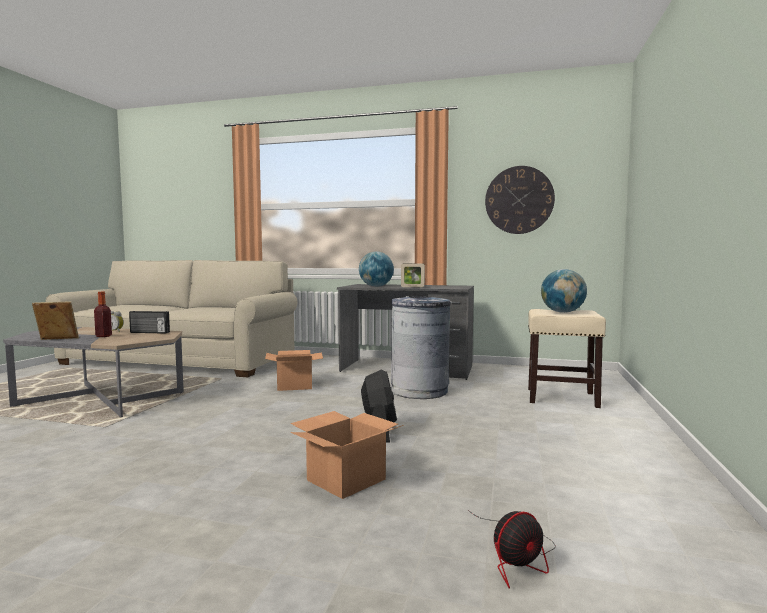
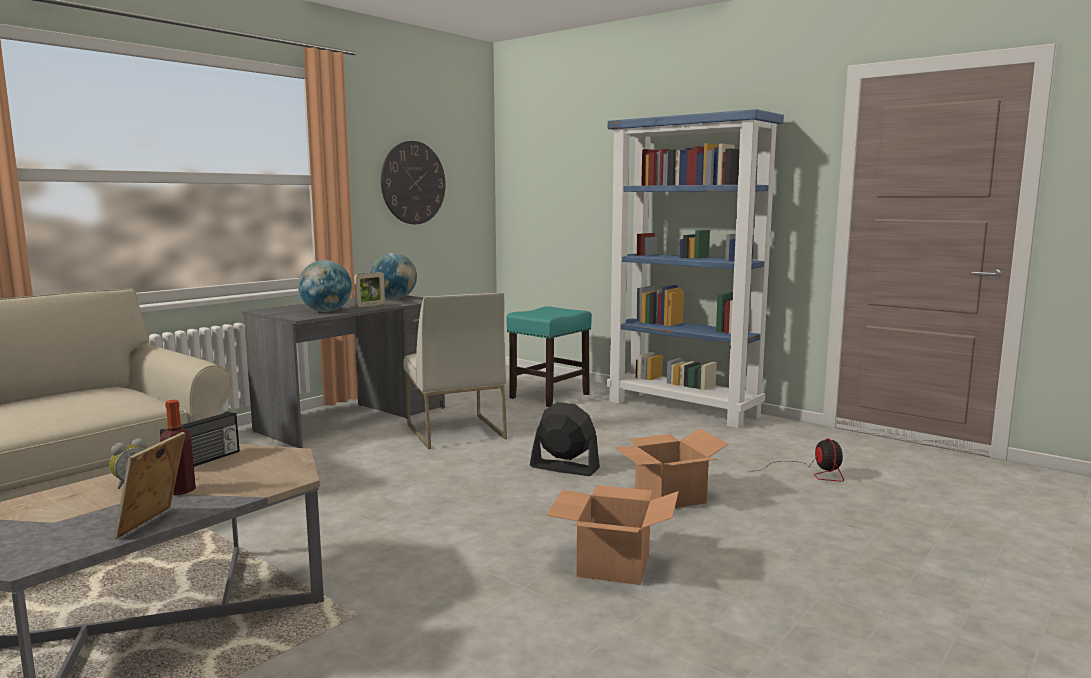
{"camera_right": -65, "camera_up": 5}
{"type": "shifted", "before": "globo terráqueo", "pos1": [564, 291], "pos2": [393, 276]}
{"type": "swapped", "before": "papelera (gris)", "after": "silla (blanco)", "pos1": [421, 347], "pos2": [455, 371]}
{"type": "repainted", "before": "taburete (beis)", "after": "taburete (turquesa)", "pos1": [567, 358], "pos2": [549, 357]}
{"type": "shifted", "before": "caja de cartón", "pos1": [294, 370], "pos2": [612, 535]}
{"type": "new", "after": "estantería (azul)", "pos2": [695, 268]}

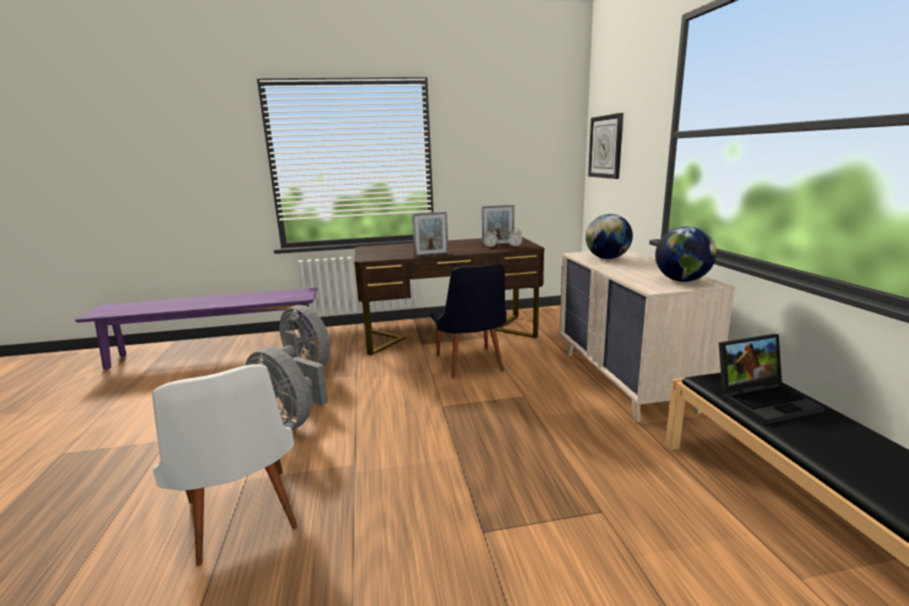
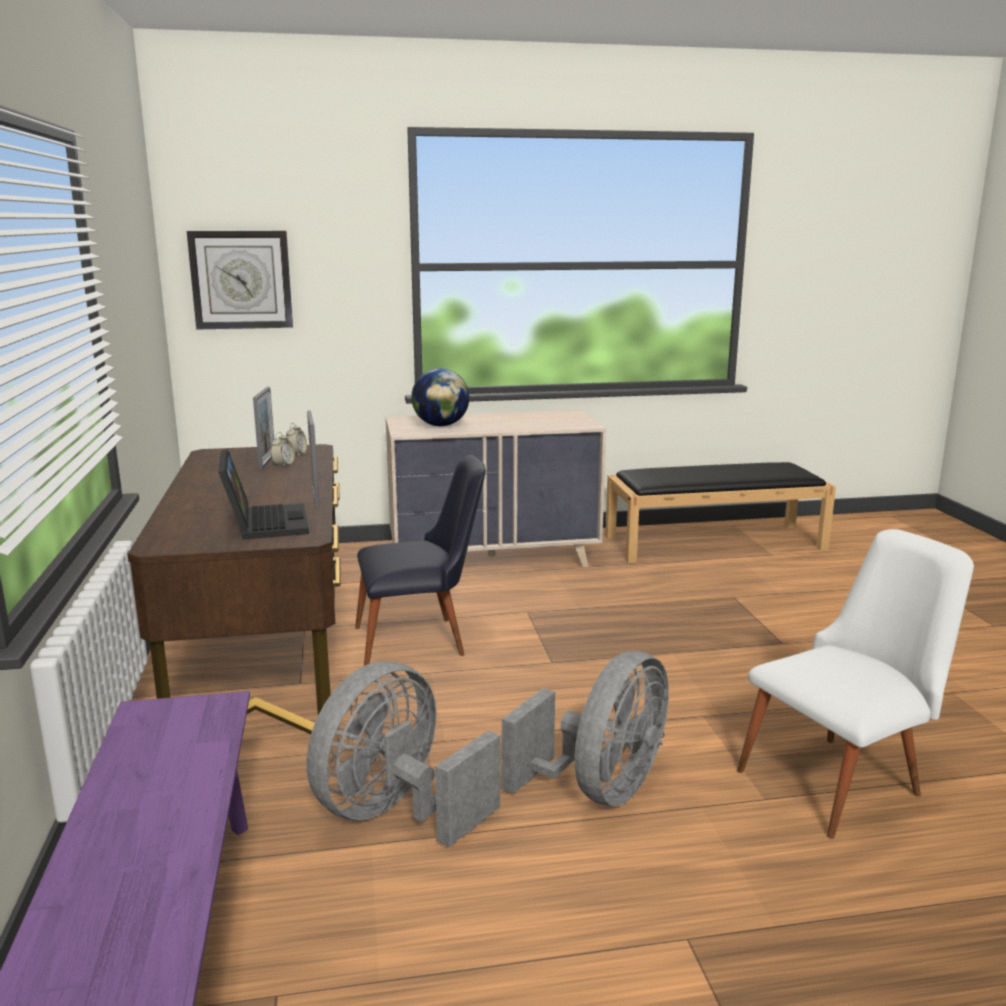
{"camera_right": -90, "camera_up": 0}
{"type": "shifted", "before": "portátil", "pos1": [772, 379], "pos2": [263, 494]}
{"type": "gone", "before": "globo terráqueo", "pos1": [685, 254]}

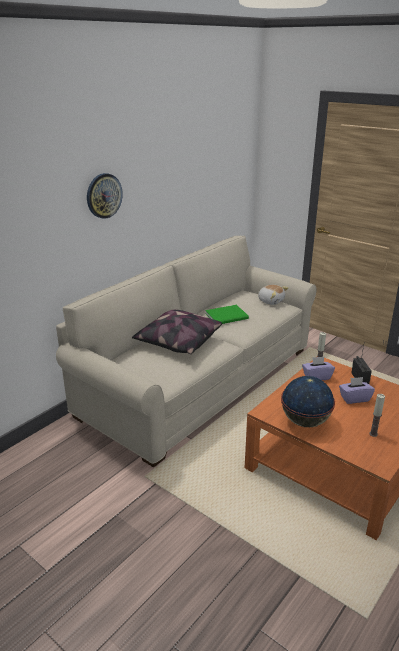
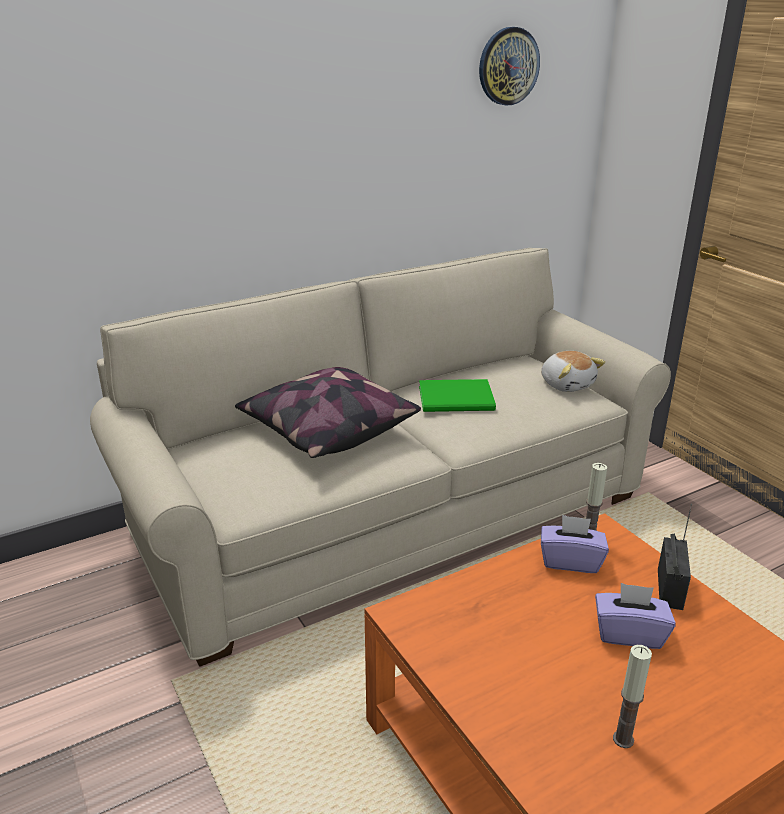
{"camera_right": 20, "camera_up": 0}
{"type": "shifted", "before": "reloj de pared", "pos1": [105, 196], "pos2": [509, 66]}
{"type": "gone", "before": "globo terráqueo", "pos1": [308, 402]}

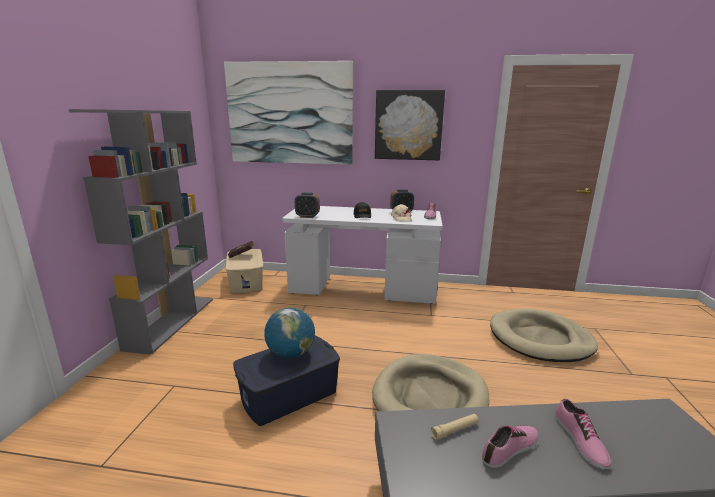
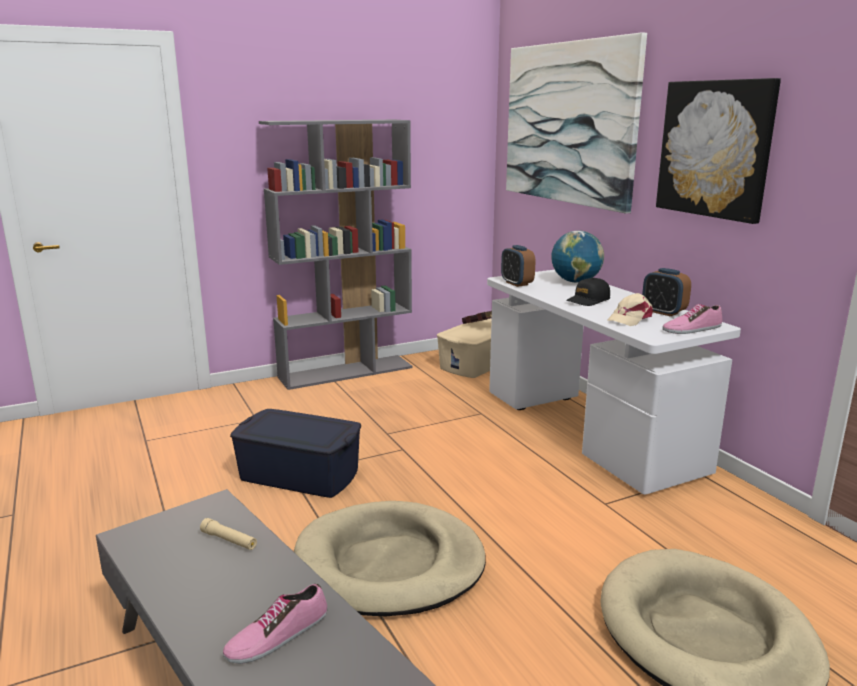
{"camera_right": 55, "camera_up": 0}
{"type": "shifted", "before": "globo terráqueo", "pos1": [289, 332], "pos2": [577, 256]}
{"type": "gone", "before": "zapato", "pos1": [510, 446]}

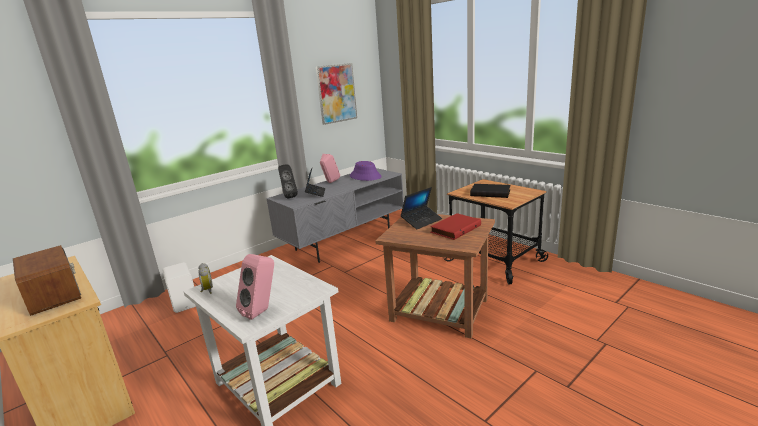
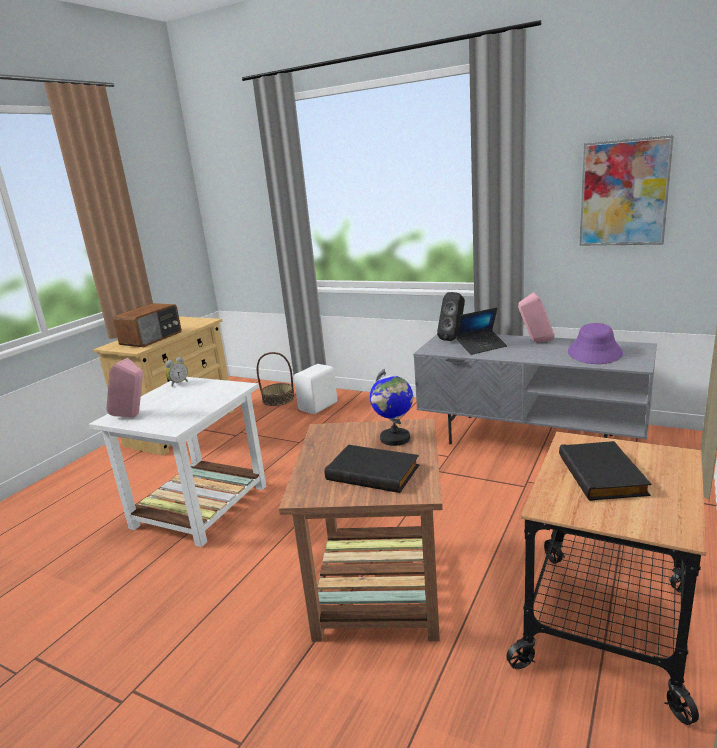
{"camera_right": 70, "camera_up": 0}
{"type": "new", "after": "cesta", "pos2": [275, 379]}
{"type": "repainted", "before": "libro (rojo)", "after": "libro (negro)", "pos1": [455, 226], "pos2": [372, 469]}
{"type": "swapped", "before": "portátil", "after": "globo terráqueo", "pos1": [421, 208], "pos2": [391, 407]}

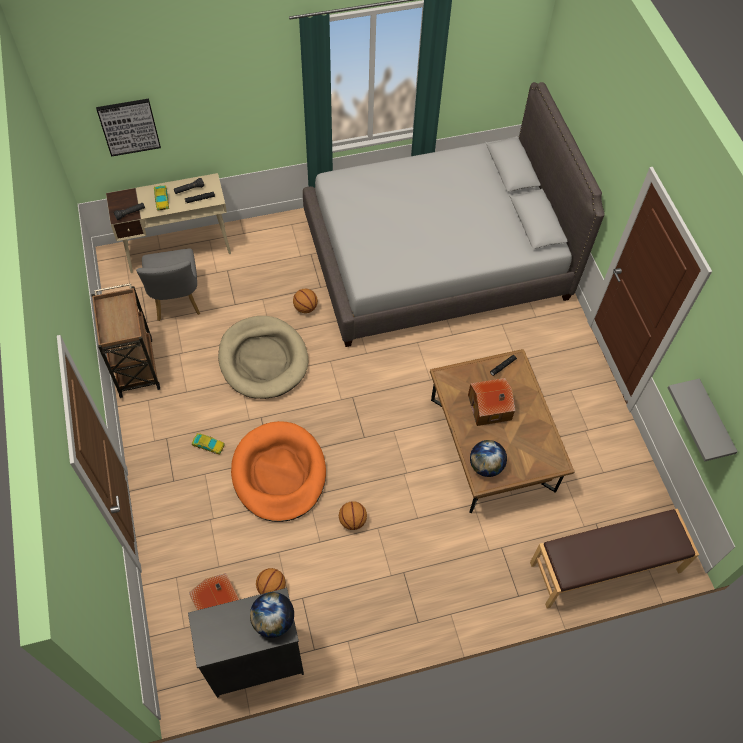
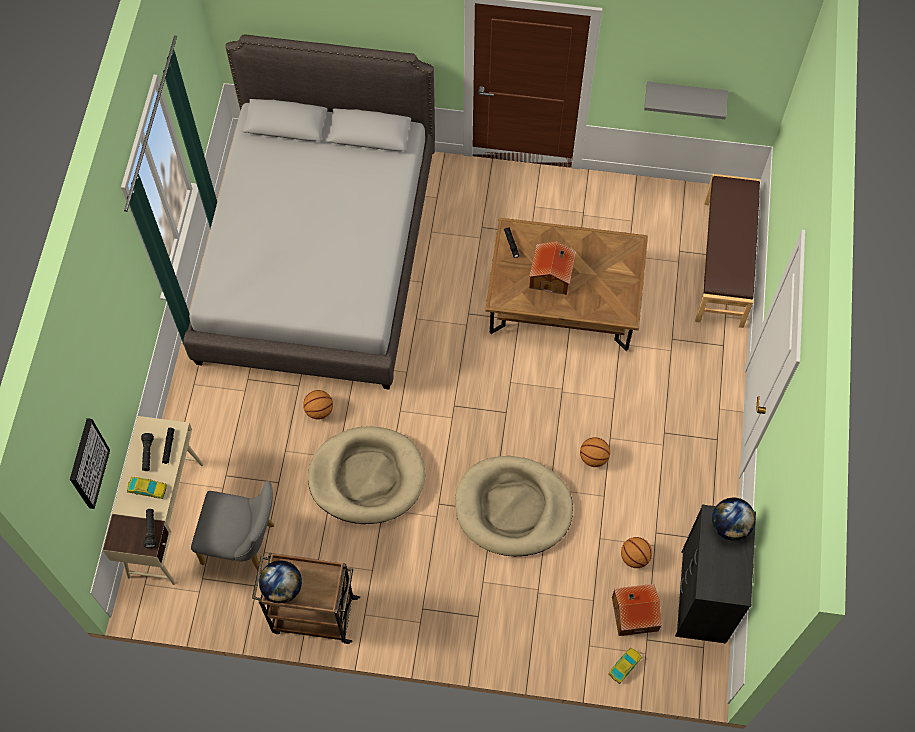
{"camera_right": -65, "camera_up": 5}
{"type": "shifted", "before": "globo terráqueo", "pos1": [488, 458], "pos2": [280, 581]}
{"type": "repainted", "before": "cama para perro (naranja)", "after": "cama para perro (beis)", "pos1": [278, 471], "pos2": [514, 506]}
{"type": "shifted", "before": "coche de juguete", "pos1": [208, 444], "pos2": [625, 666]}

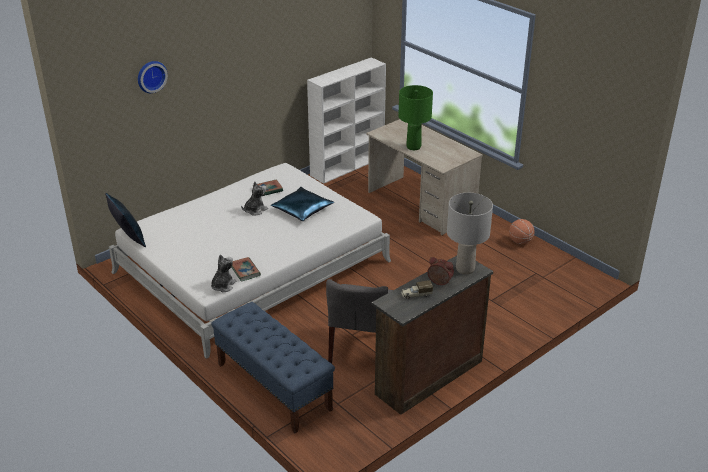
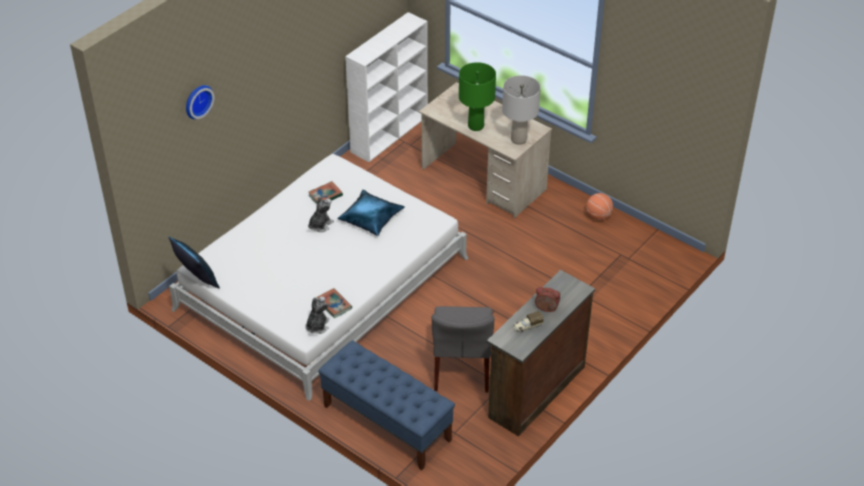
{"camera_right": -10, "camera_up": 10}
{"type": "shifted", "before": "lámpara de mesa (gris)", "pos1": [470, 234], "pos2": [521, 110]}

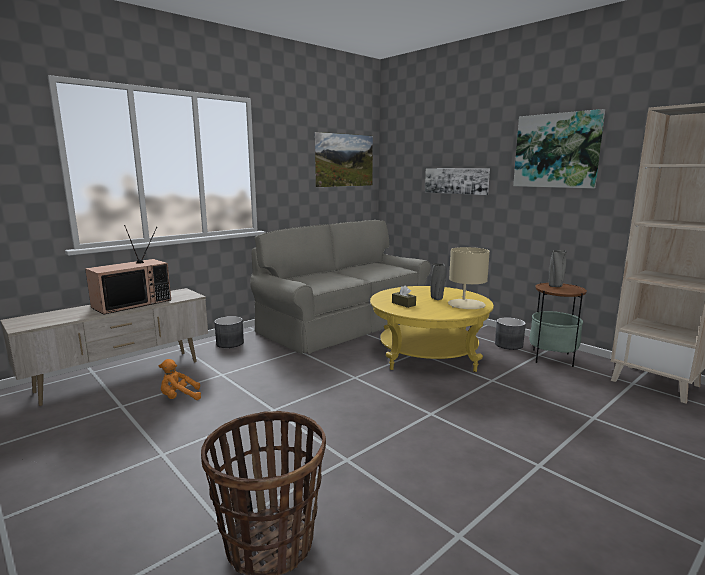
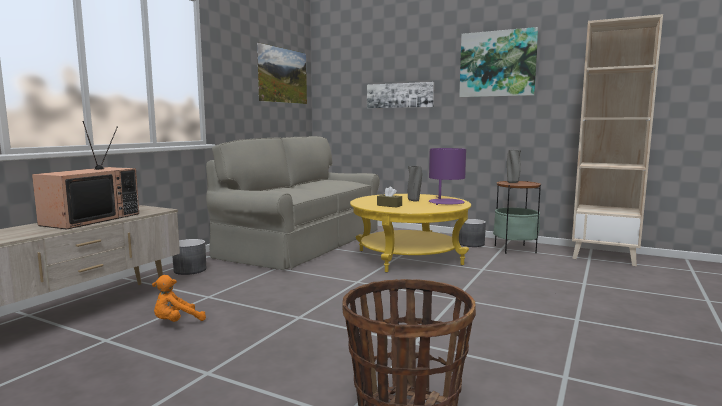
{"camera_right": -20, "camera_up": -5}
{"type": "repainted", "before": "lámpara de mesa (beis)", "after": "lámpara de mesa (morado)", "pos1": [469, 278], "pos2": [447, 176]}

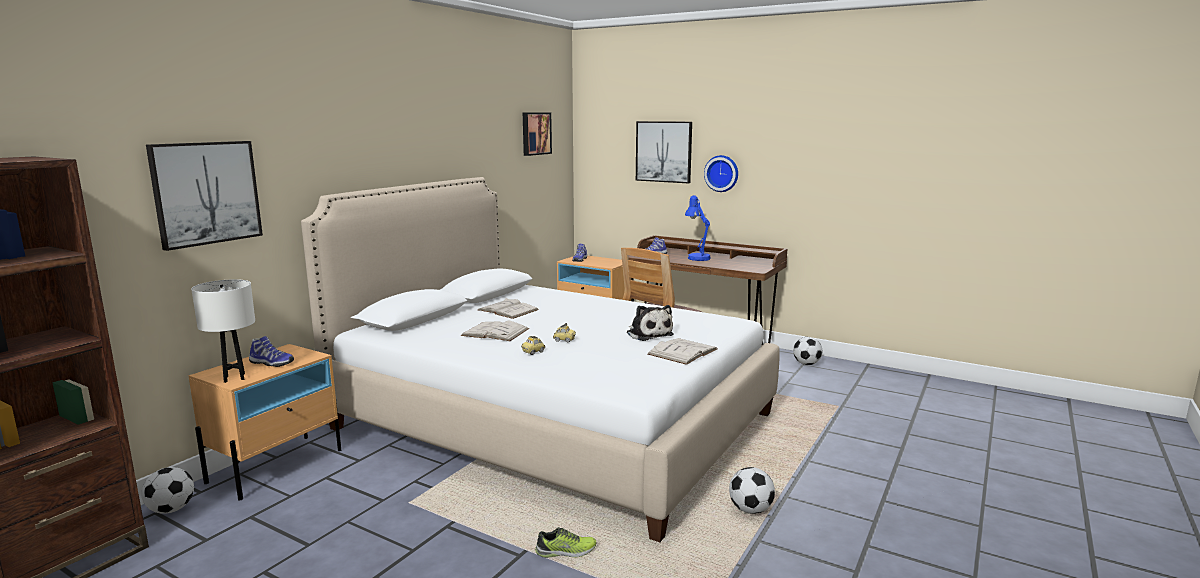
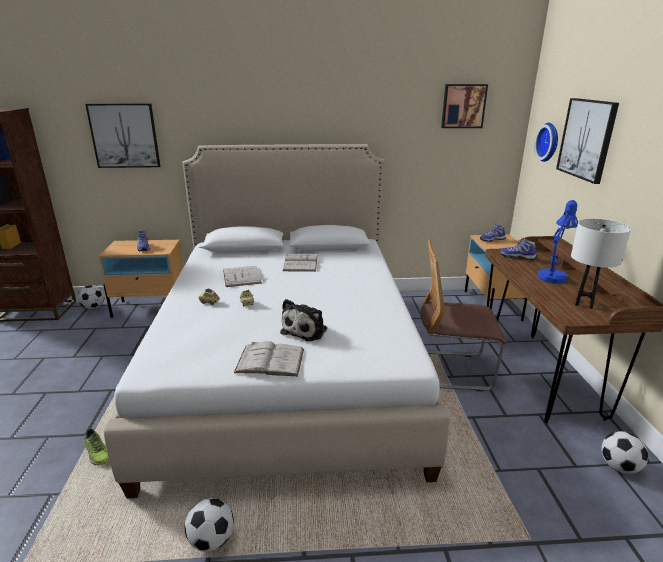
{"camera_right": 55, "camera_up": 10}
{"type": "shifted", "before": "reloj de pared", "pos1": [721, 173], "pos2": [546, 142]}
{"type": "shifted", "before": "lámpara de mesa (blanco)", "pos1": [223, 331], "pos2": [601, 264]}

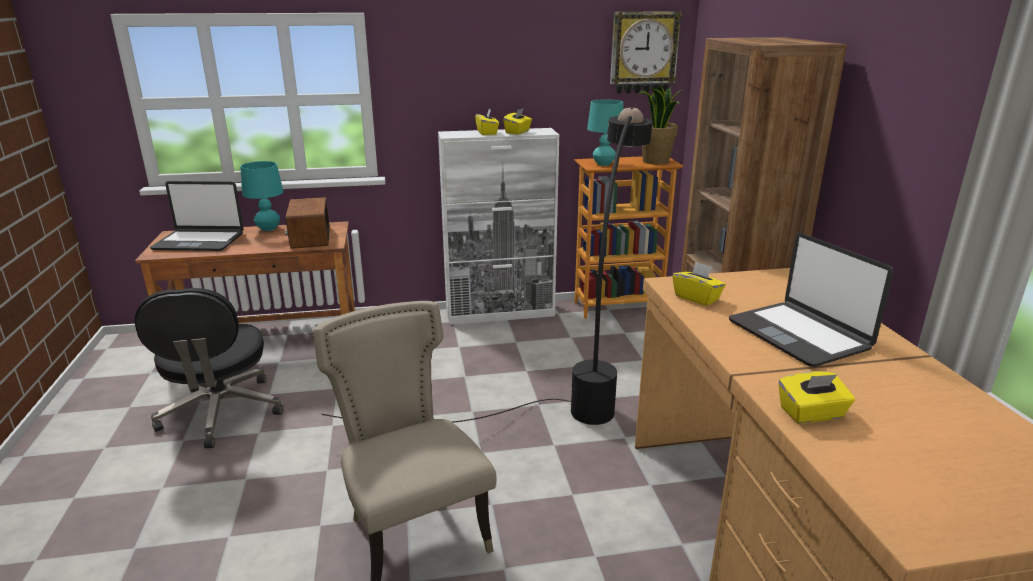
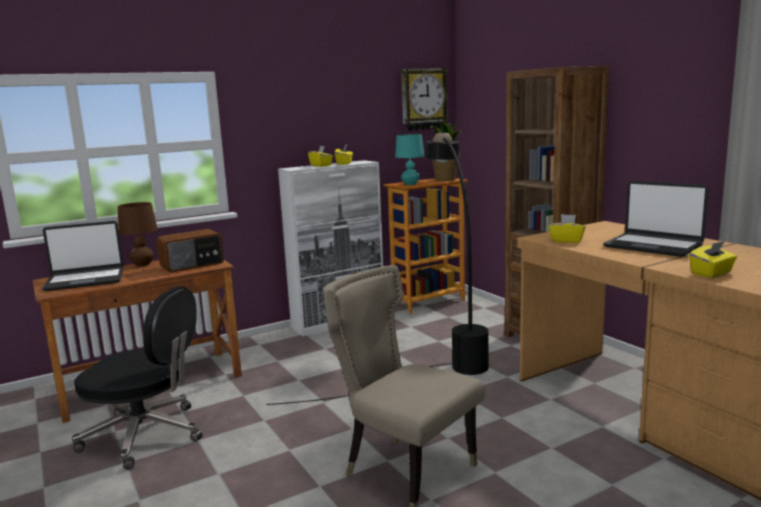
{"camera_right": -20, "camera_up": -10}
{"type": "rotated", "before": "silla de oficina (negro)", "pos1": [209, 368], "pos2": [137, 378], "turn": -45}
{"type": "repainted", "before": "lámpara de mesa (turquesa)", "after": "lámpara de mesa (marrón)", "pos1": [262, 196], "pos2": [138, 234]}
{"type": "rotated", "before": "radio", "pos1": [307, 223], "pos2": [190, 251], "turn": -90}

